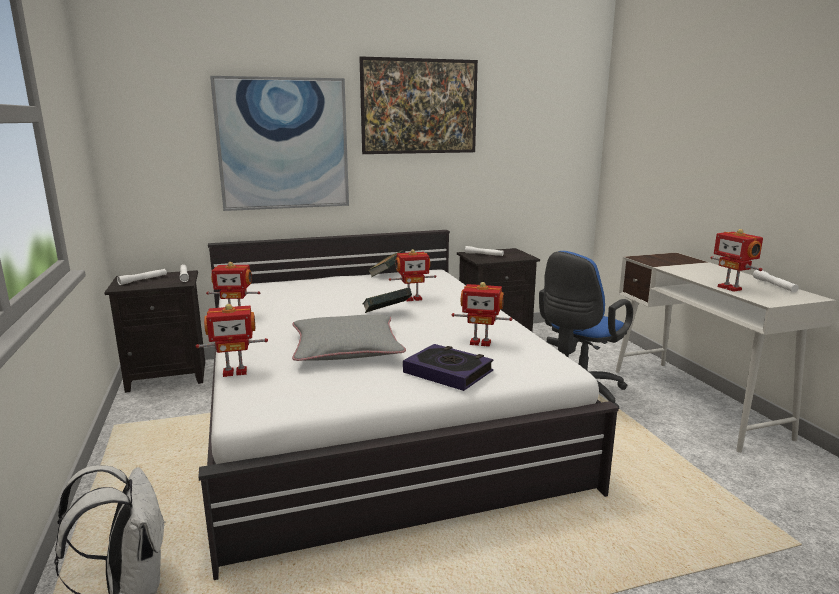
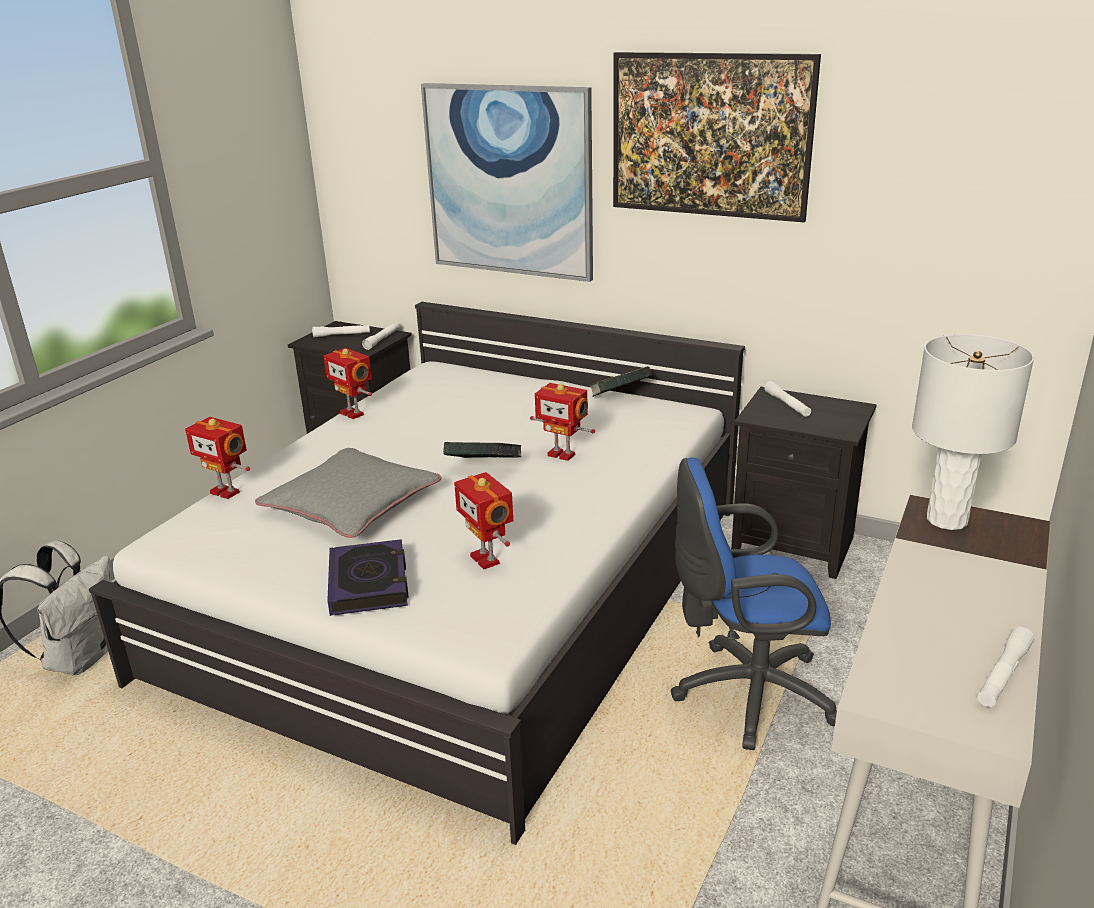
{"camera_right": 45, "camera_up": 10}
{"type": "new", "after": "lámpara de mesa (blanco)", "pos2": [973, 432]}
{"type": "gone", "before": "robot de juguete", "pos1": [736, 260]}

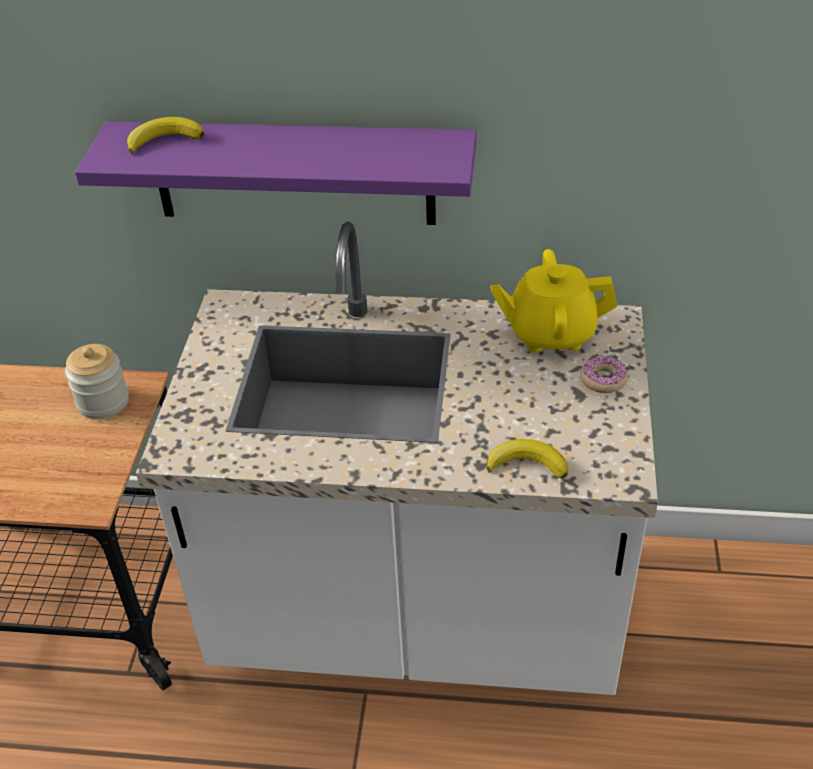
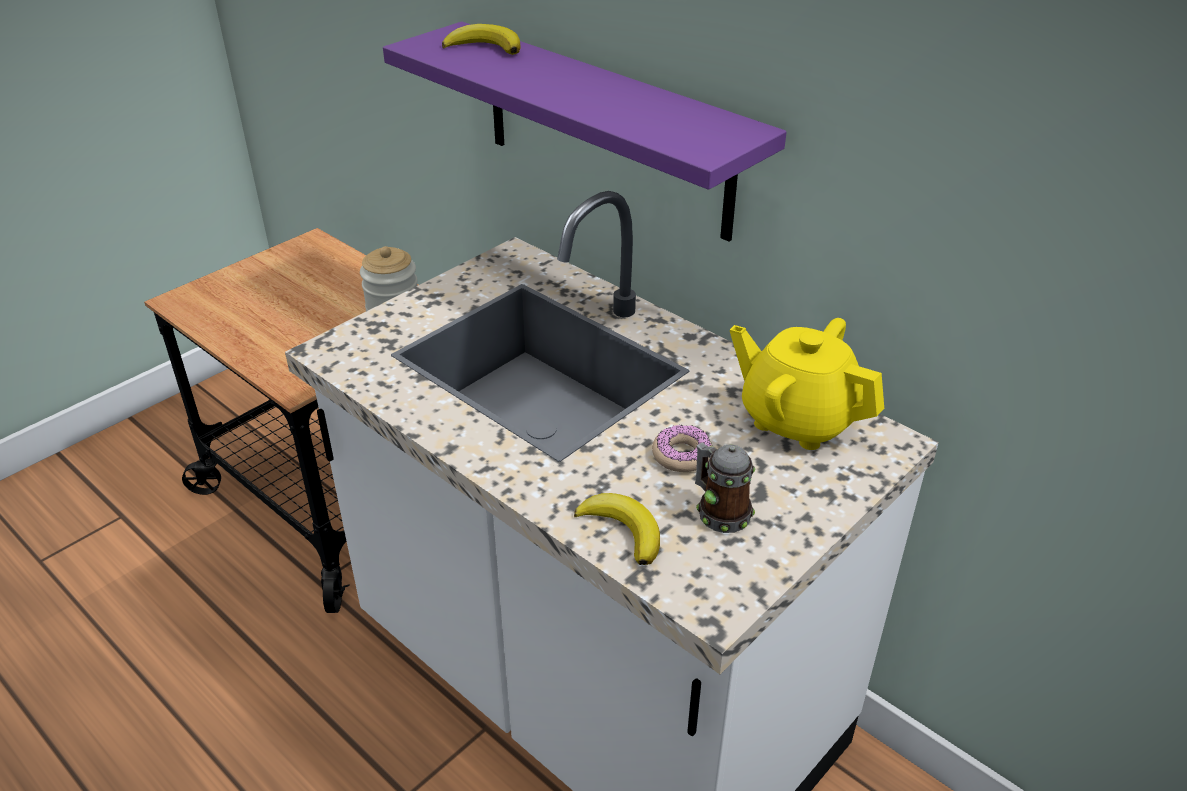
{"camera_right": 35, "camera_up": -5}
{"type": "shifted", "before": "rosquilla", "pos1": [604, 374], "pos2": [682, 448]}
{"type": "new", "after": "taza grande", "pos2": [725, 487]}

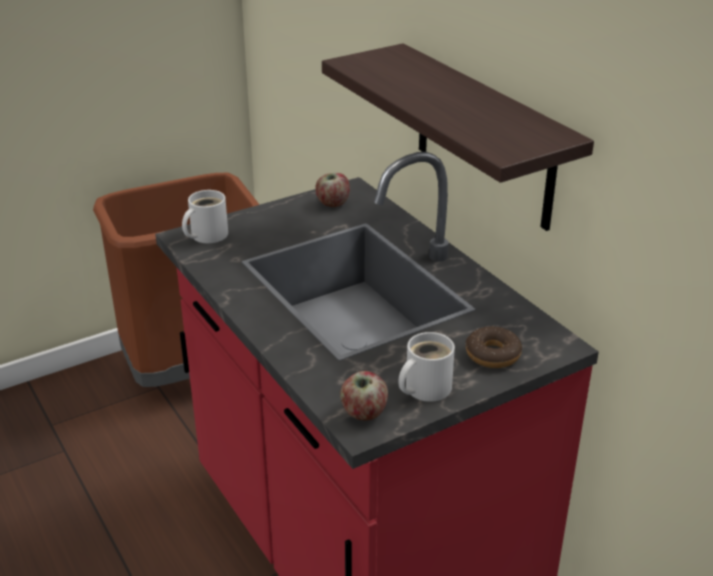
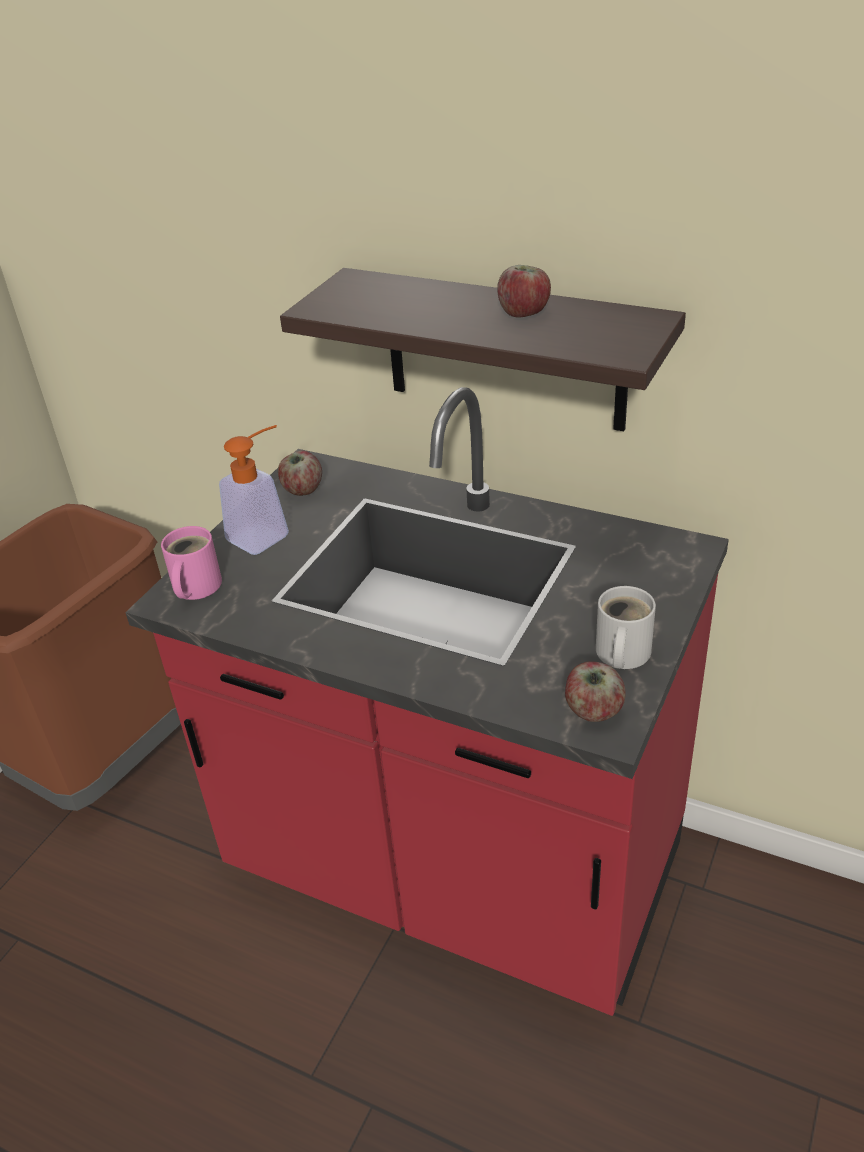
{"camera_right": -30, "camera_up": 5}
{"type": "repainted", "before": "taza grande (blanco)", "after": "taza grande (rosa)", "pos1": [205, 216], "pos2": [191, 563]}
{"type": "new", "after": "dispensador de jabón", "pos2": [254, 490]}
{"type": "new", "after": "manzana", "pos2": [524, 291]}
{"type": "gone", "before": "rosquilla", "pos1": [494, 347]}

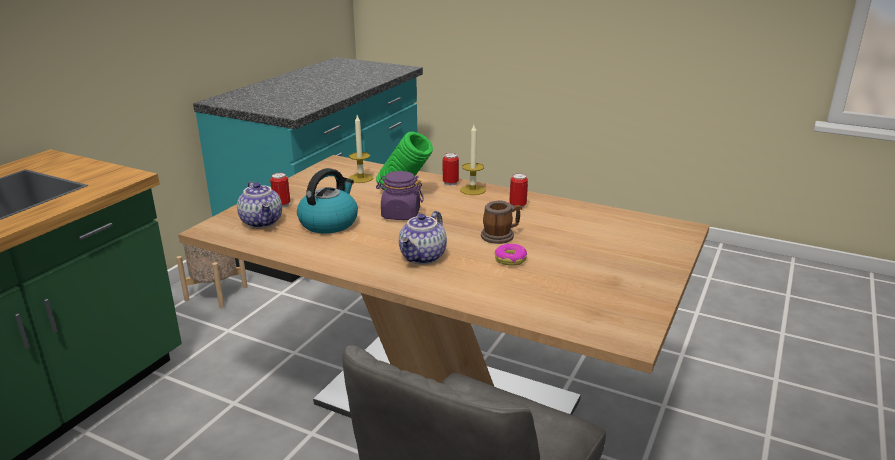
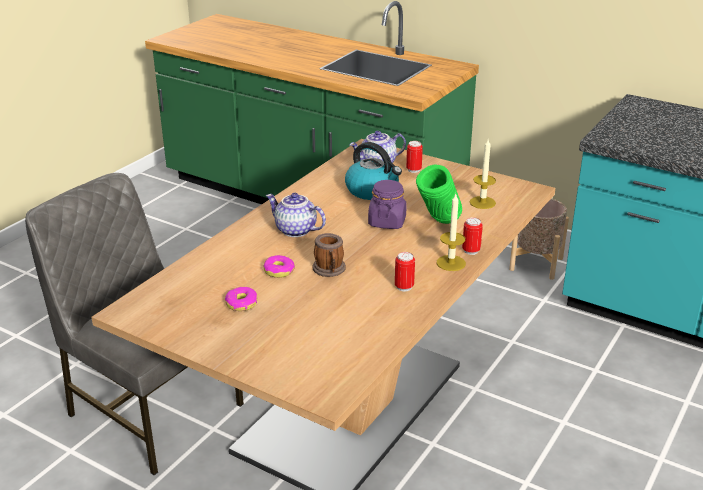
{"camera_right": 95, "camera_up": 5}
{"type": "new", "after": "rosquilla", "pos2": [241, 299]}

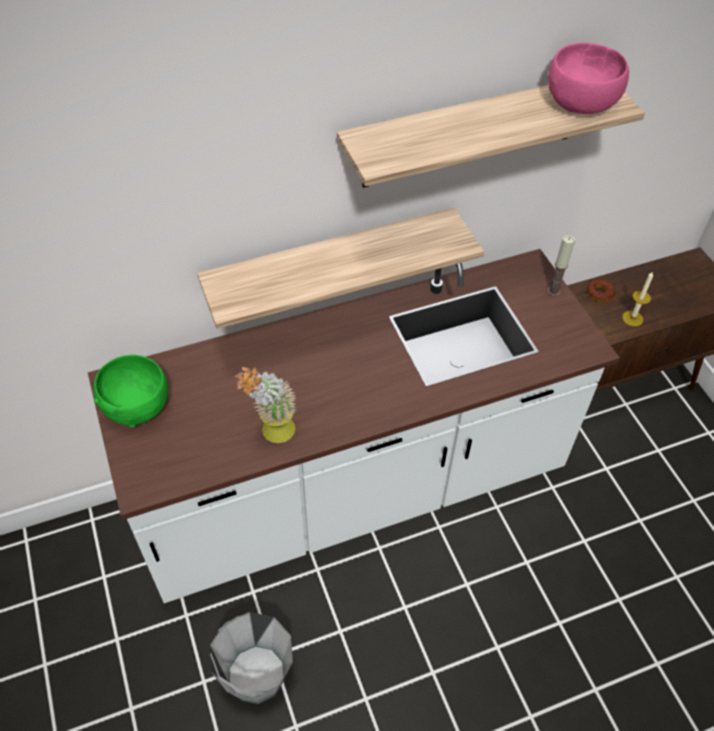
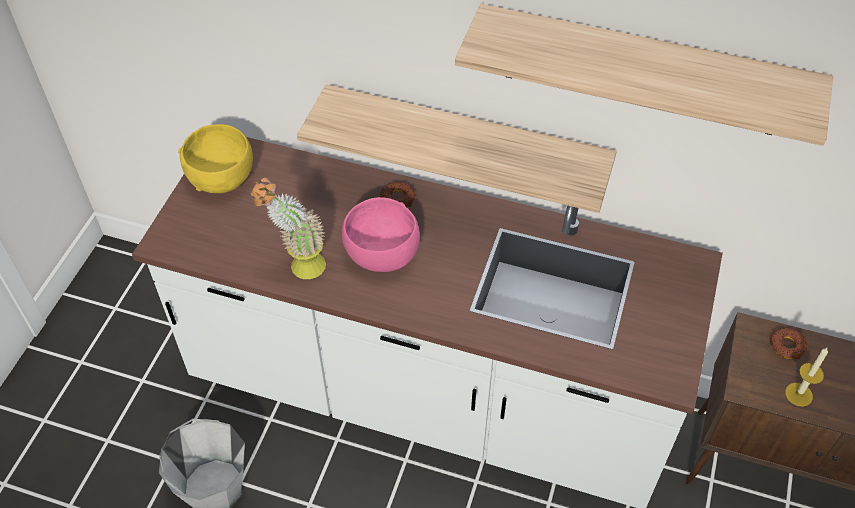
{"camera_right": 40, "camera_up": 0}
{"type": "repainted", "before": "cuenco (verde)", "after": "cuenco (amarillo)", "pos1": [131, 391], "pos2": [215, 158]}
{"type": "shifted", "before": "cuenco (rosa)", "pos1": [588, 78], "pos2": [381, 234]}
{"type": "new", "after": "rosquilla", "pos2": [398, 194]}
{"type": "gone", "before": "vela", "pos1": [561, 265]}

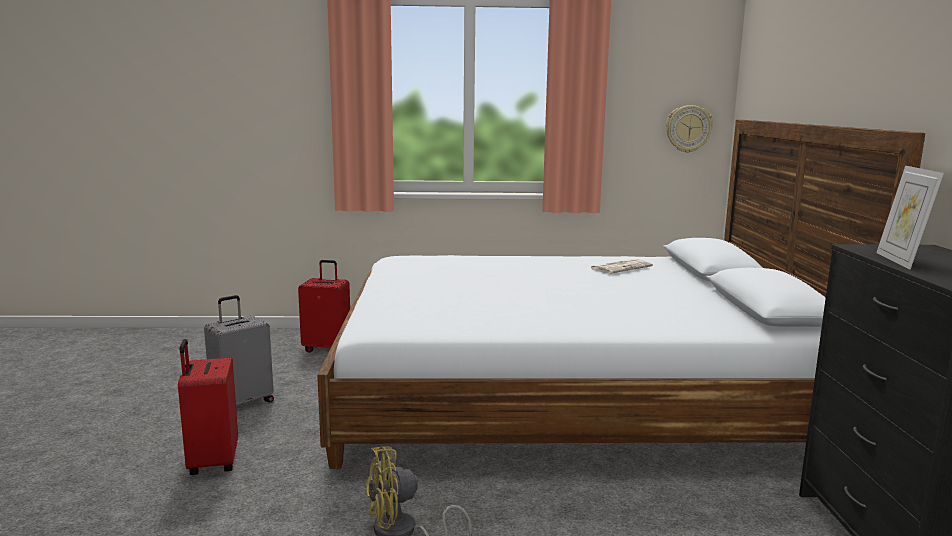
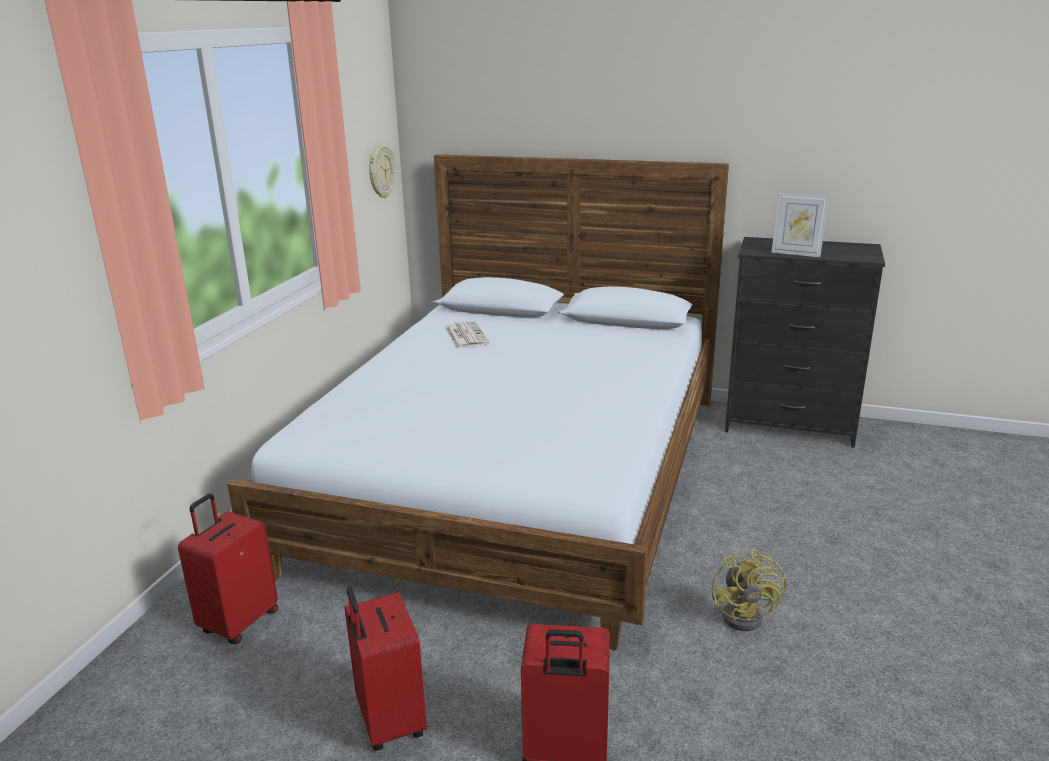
{"camera_right": -70, "camera_up": 10}
{"type": "repainted", "before": "maleta (gris)", "after": "maleta (rojo)", "pos1": [239, 352], "pos2": [386, 669]}

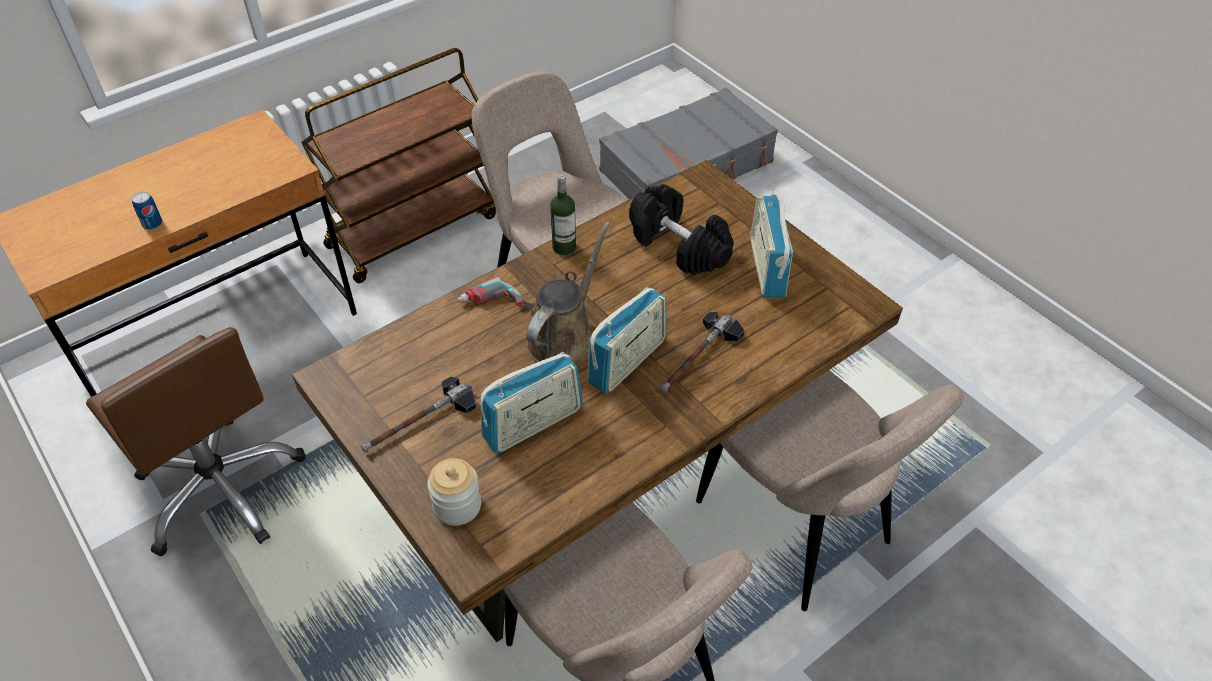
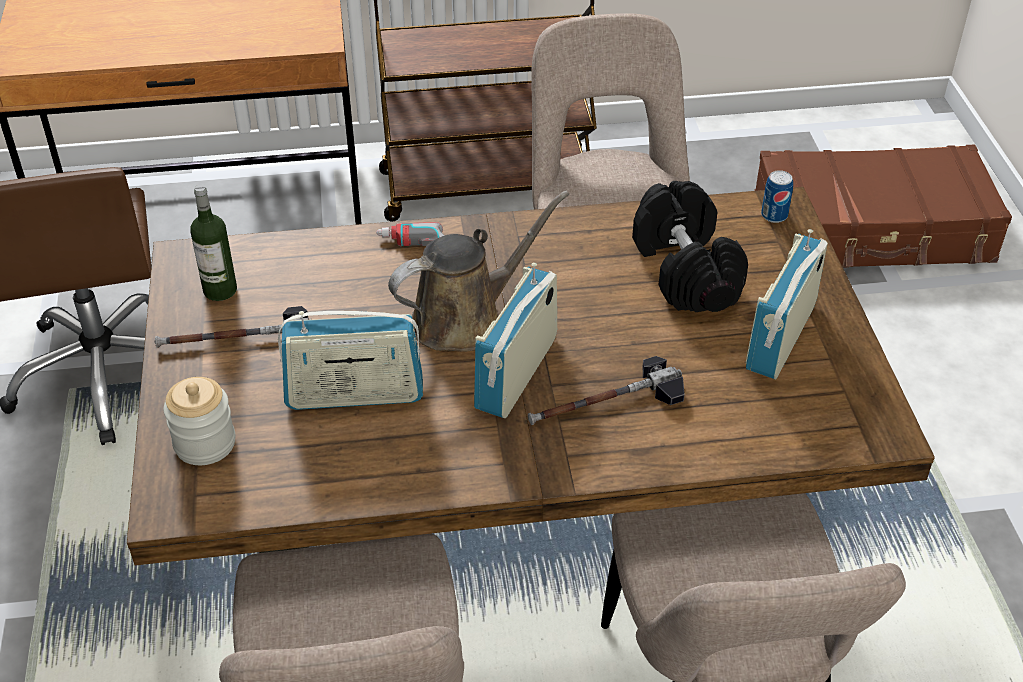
{"camera_right": 30, "camera_up": -5}
{"type": "shifted", "before": "botella", "pos1": [563, 214], "pos2": [213, 243]}
{"type": "rotated", "before": "radio", "pos1": [627, 340], "pos2": [515, 340], "turn": 135}
{"type": "repainted", "before": "maleta (gris)", "after": "maleta (marrón)", "pos1": [688, 143], "pos2": [883, 206]}
{"type": "shifted", "before": "lata", "pos1": [147, 211], "pos2": [777, 196]}

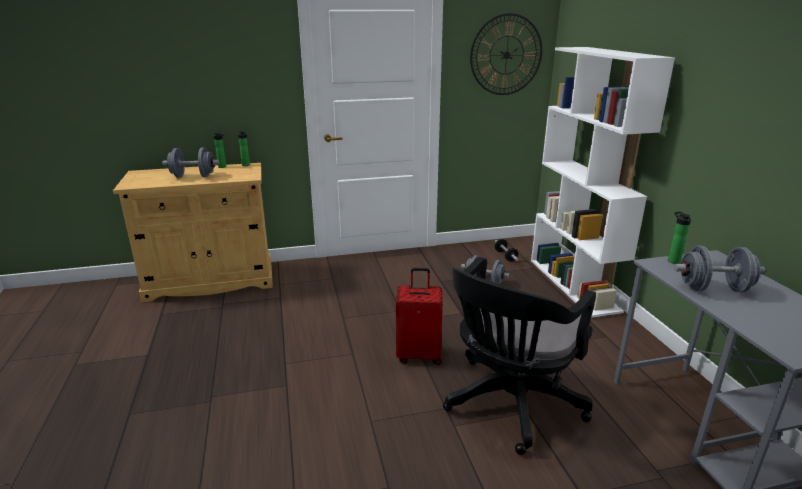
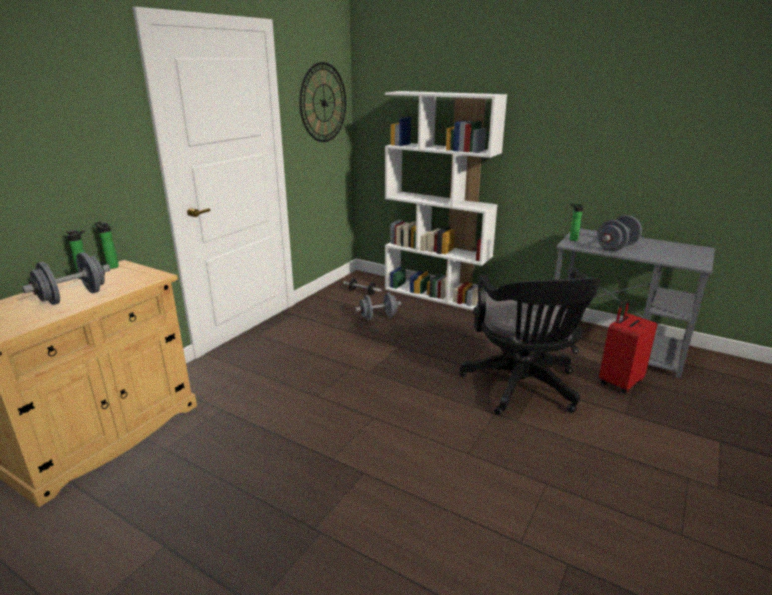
{"camera_right": -45, "camera_up": 0}
{"type": "shifted", "before": "maleta (rojo)", "pos1": [419, 316], "pos2": [628, 346]}

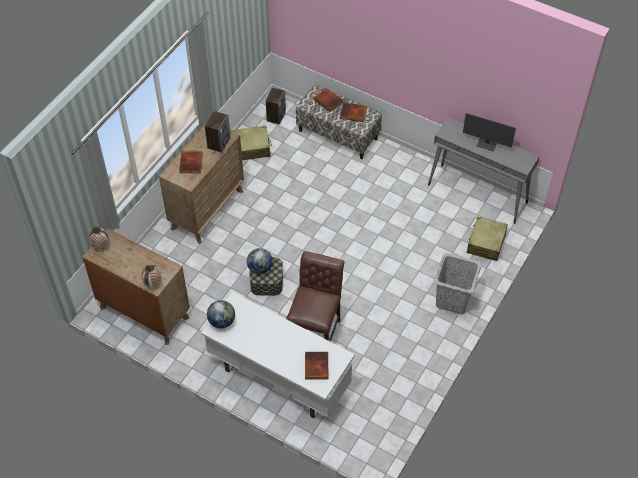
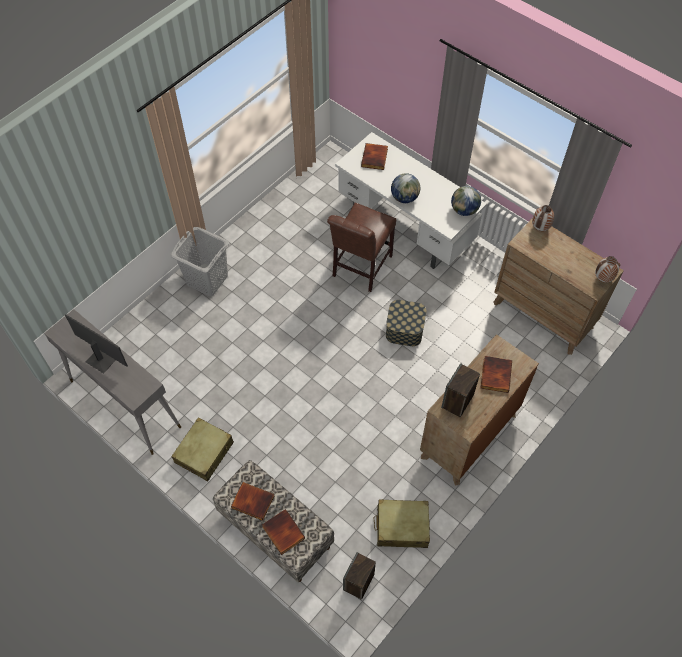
{"camera_right": -170, "camera_up": 5}
{"type": "shifted", "before": "maleta (beis)", "pos1": [487, 238], "pos2": [202, 449]}
{"type": "shifted", "before": "globo terráqueo", "pos1": [260, 261], "pos2": [405, 188]}

